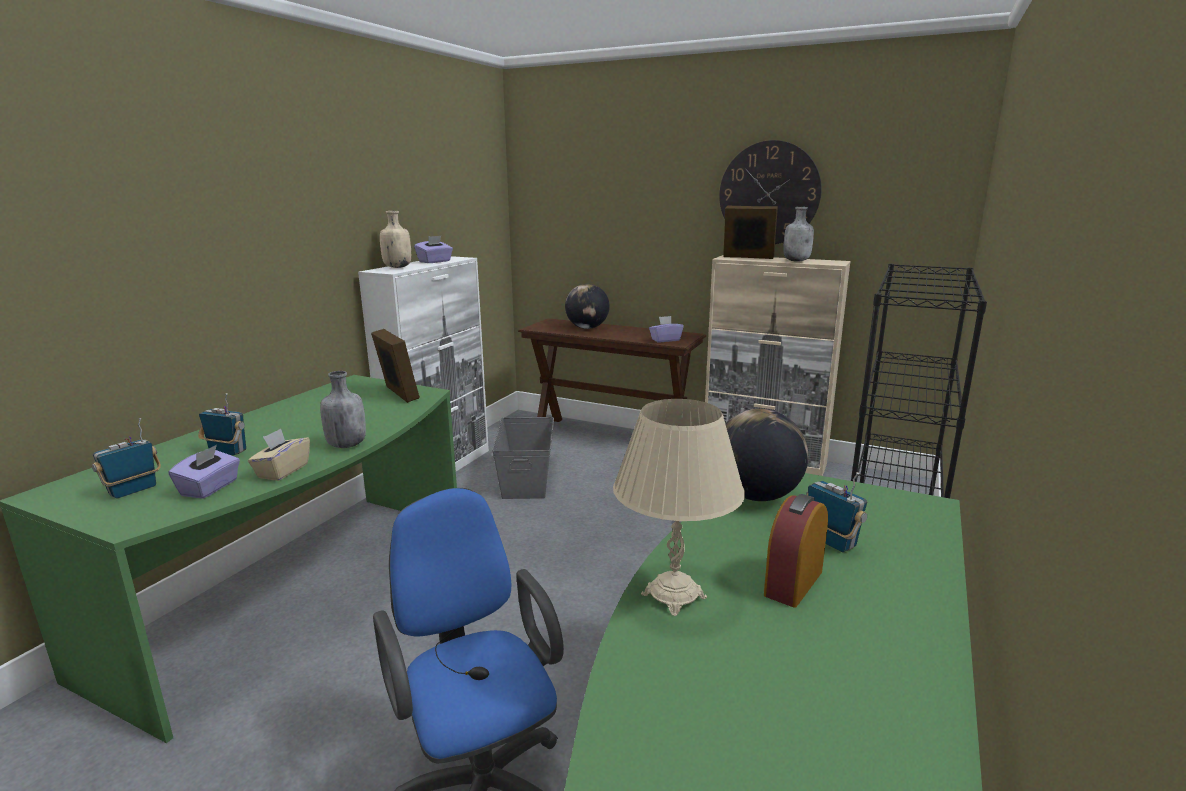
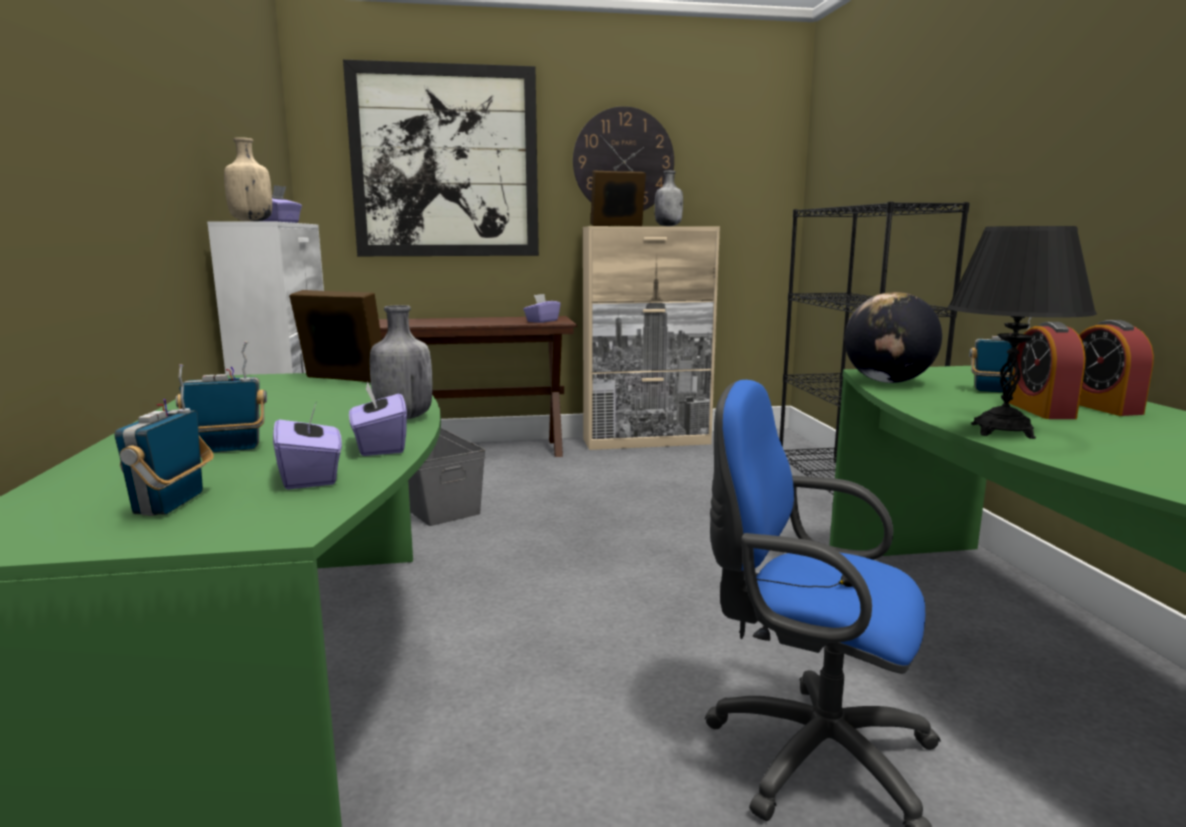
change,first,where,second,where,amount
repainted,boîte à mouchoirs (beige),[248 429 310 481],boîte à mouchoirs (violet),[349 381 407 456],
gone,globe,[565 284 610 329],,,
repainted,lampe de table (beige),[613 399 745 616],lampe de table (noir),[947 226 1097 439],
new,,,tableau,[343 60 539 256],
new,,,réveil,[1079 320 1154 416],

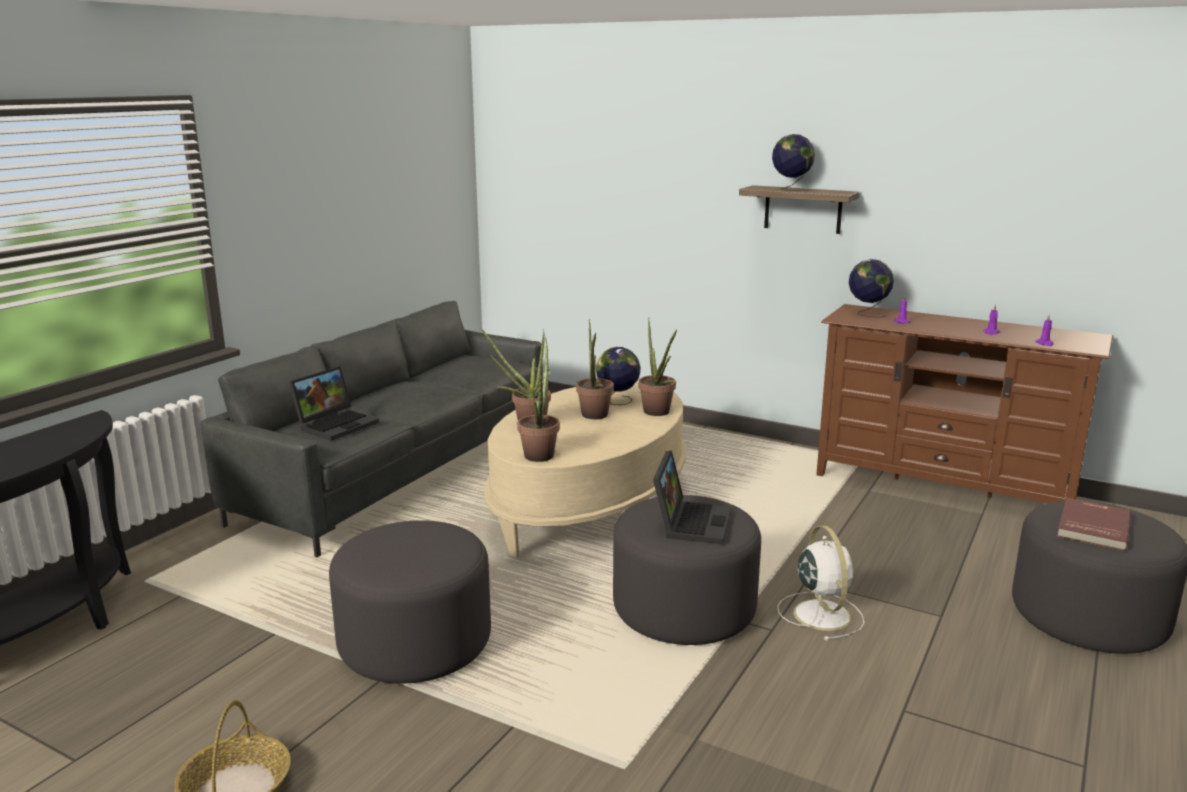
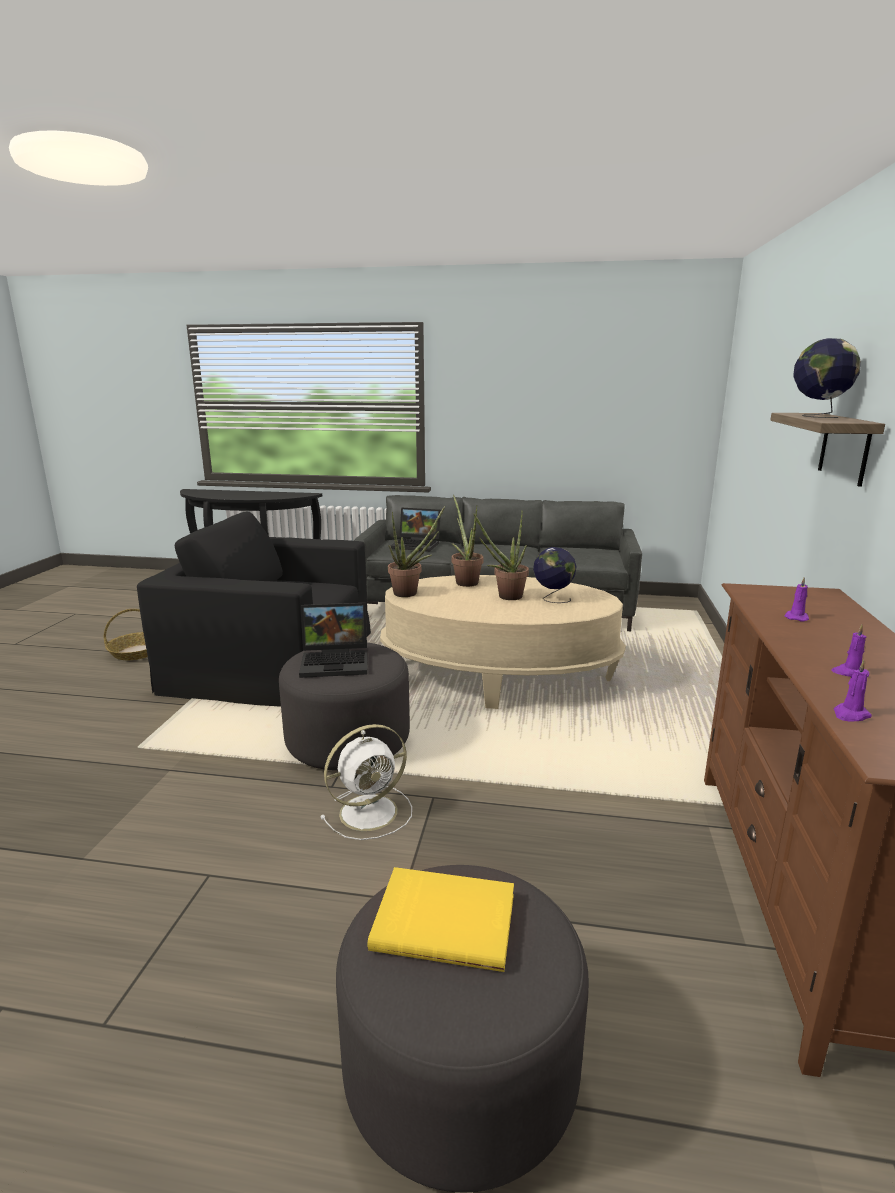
change,first,where,second,where,amount
swapped,pouf (gris),[329 520 491 684],fauteuil (noir),[137 511 371 707],
gone,plante en pot,[639 318 677 416],,,
gone,globe,[849 259 894 318],,,
repainted,livre (rouge),[1057 498 1131 551],livre (jaune),[368 867 514 972],

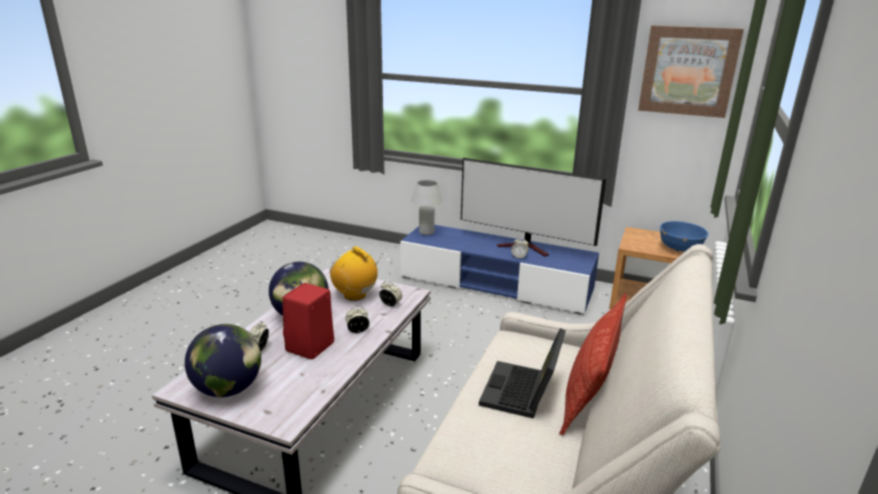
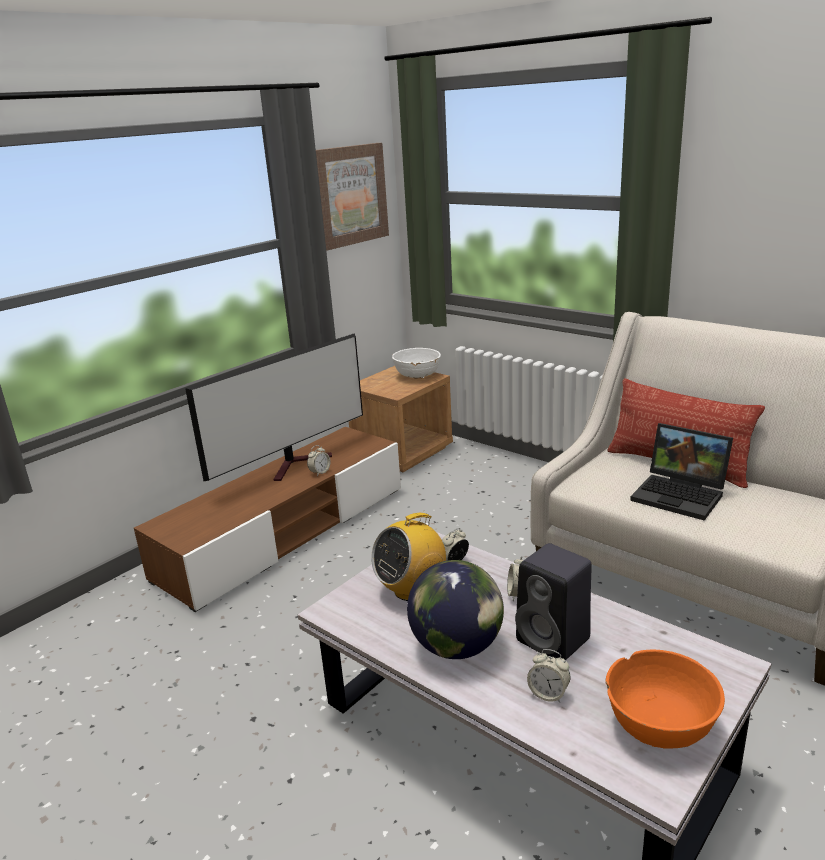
change,first,where,second,where,amount
swapped,globe,[185 324 261 397],bol (orange),[605 650 725 749],
repainted,enceinte (rouge),[282 283 334 359],enceinte (noir),[515 543 592 660],
repainted,meuble télé (bleu),[400 225 599 315],meuble télé (marron),[134 427 401 612],
gone,lampe de table (blanc),[411 180 443 235],,,
repainted,bol (bleu),[660 221 708 252],bol (blanc),[392 348 441 379],

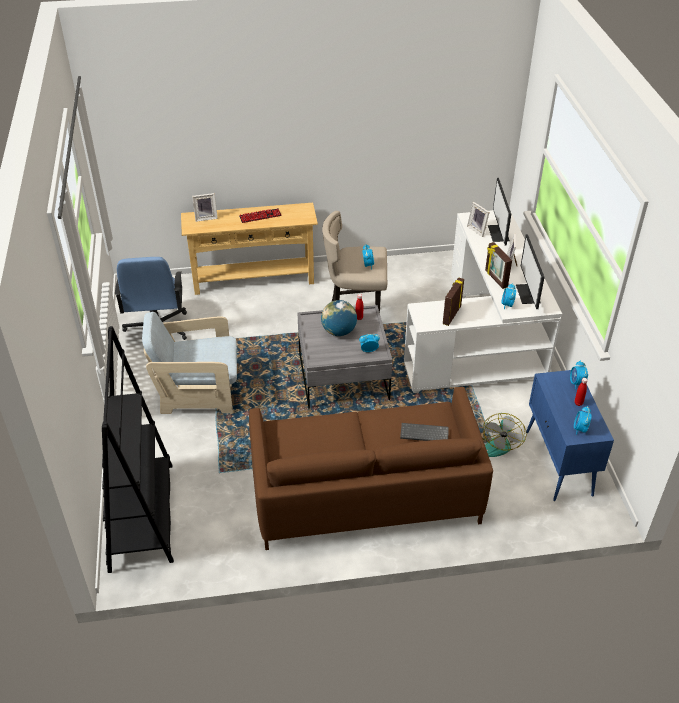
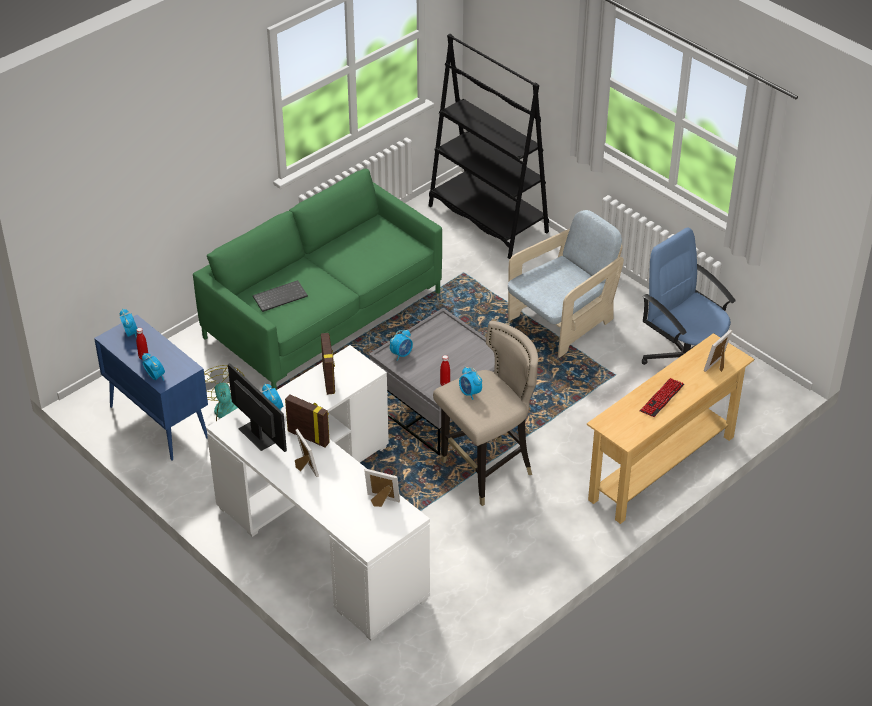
change,first,where,second,where,amount
repainted,canapé (marron),[249 387 493 550],canapé (vert),[193 169 442 390],
gone,globe,[321 300 357 336],,,
gone,écran d'ordinateur,[488 178 511 245],,,

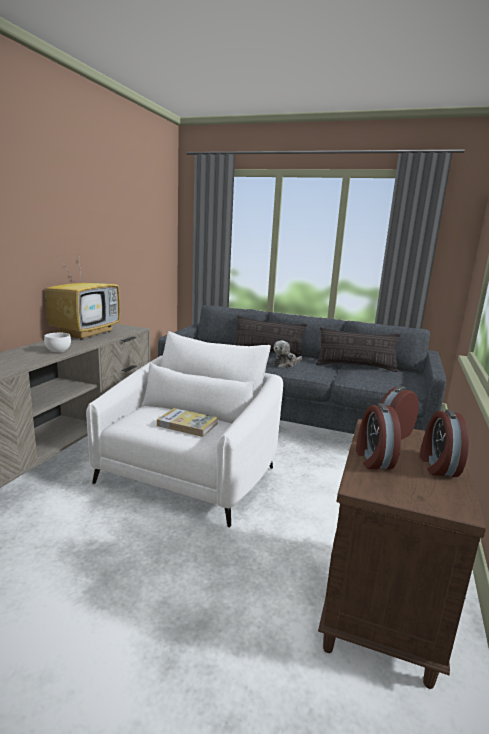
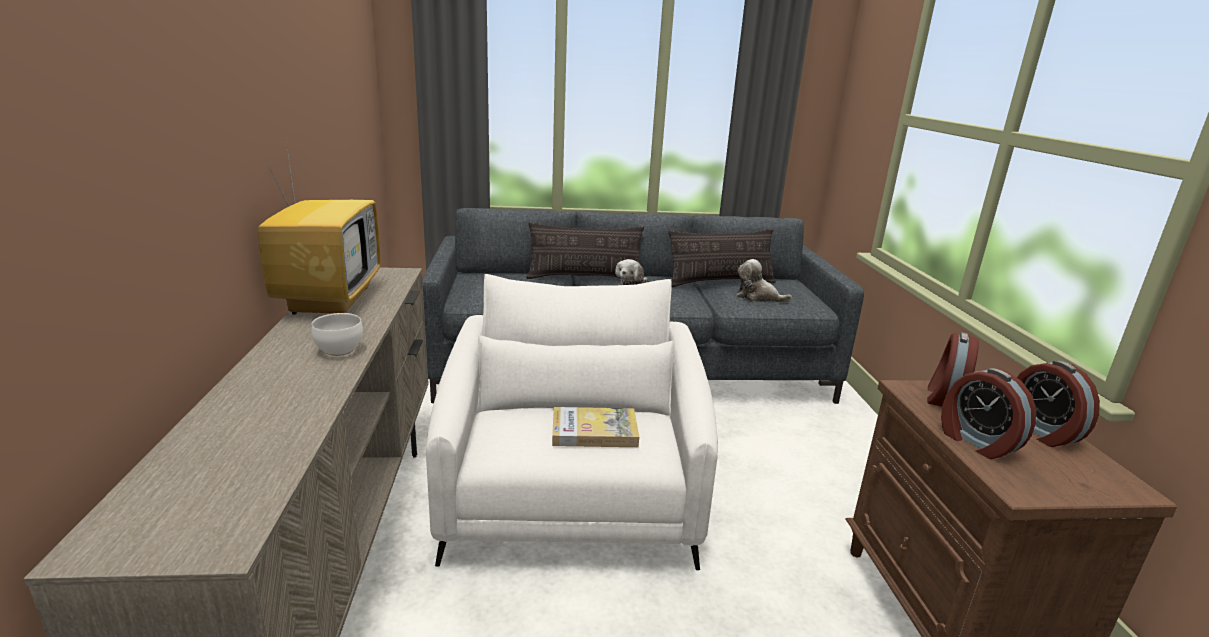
change,first,where,second,where,amount
new,,,peluche,[737 259 792 303],

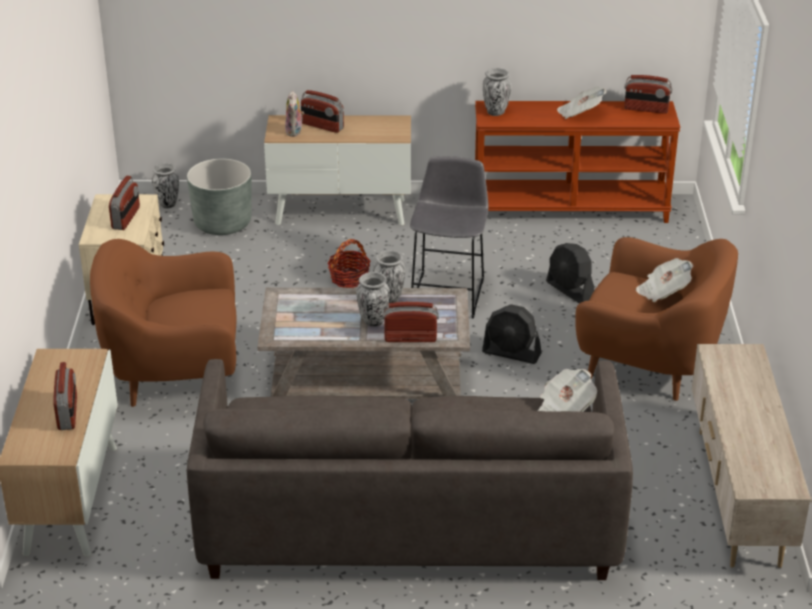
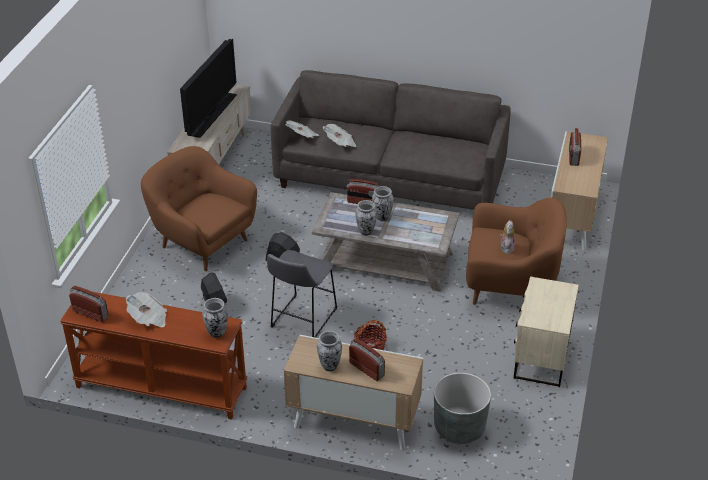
change,first,where,second,where,amount
gone,radio,[109 176 140 230],,,
shifted,vase,[152 163 179 208],,[317 331 342 372],
shifted,peluche,[285 91 304 137],,[500 220 515 254],
shifted,journal,[636 258 694 302],,[323 124 356 147],
new,,,téléviseur,[180 39 237 138],

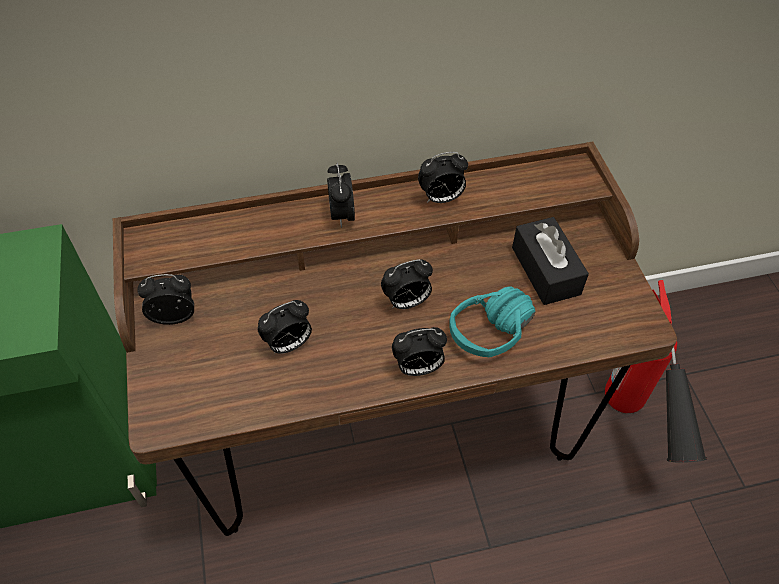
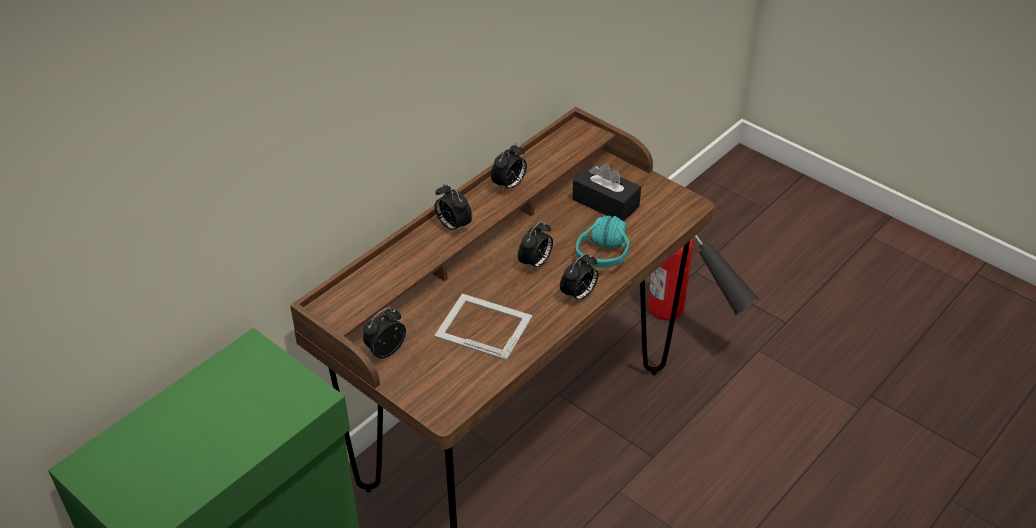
change,first,where,second,where,amount
swapped,réveil,[258 300 312 354],cadre photo,[434 294 533 361],

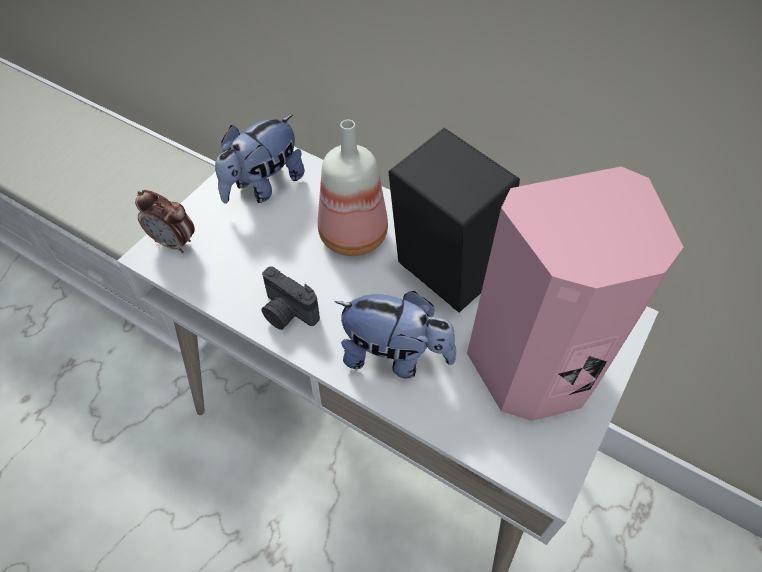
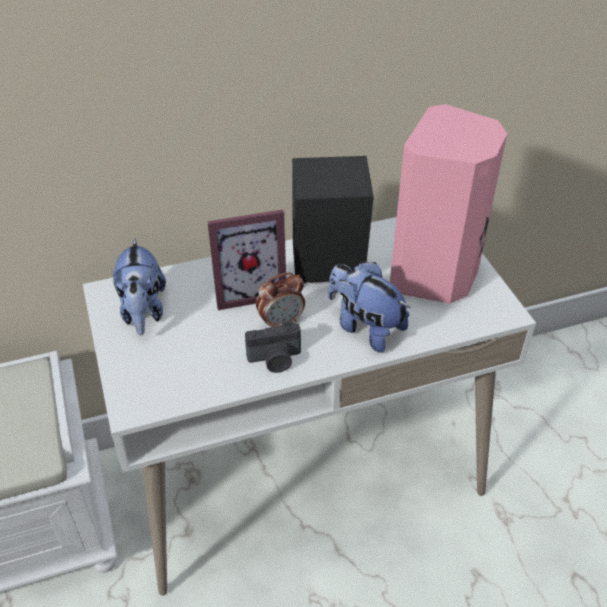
change,first,where,second,where,amount
shifted,réveil,[135 190 195 253],,[256 272 305 327],
swapped,bouteille,[318 120 388 256],cadre photo,[207 210 286 310],
rotated,peluche,[334 291 456 378],,[328 262 410 353],105 degrees counterclockwise

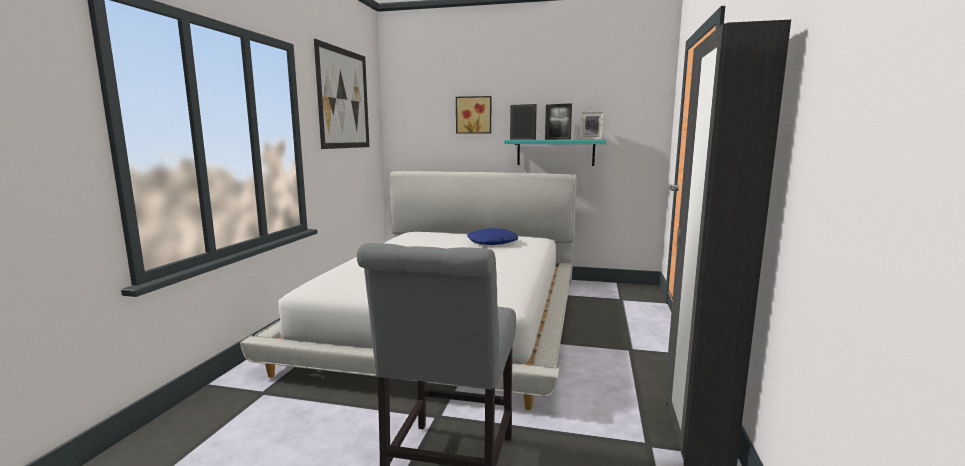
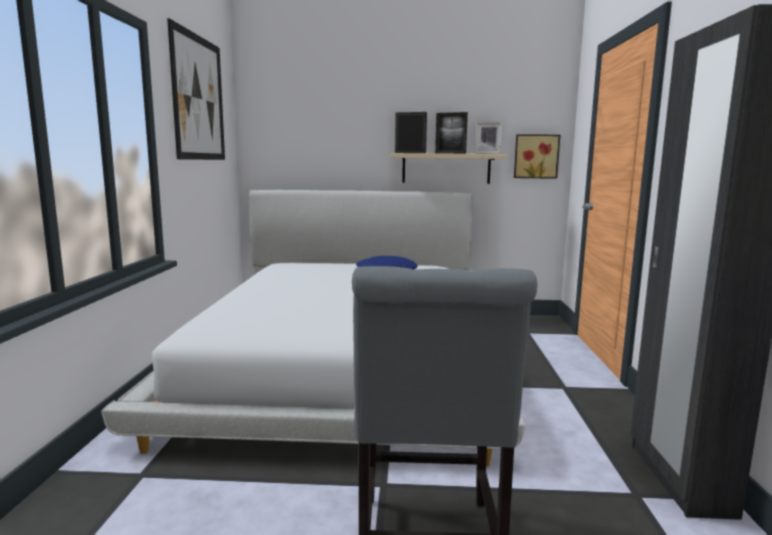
change,first,where,second,where,amount
shifted,tableau,[456 96 491 134],,[514 134 560 179],
repainted,étagère (turquoise),[504 140 606 166],étagère (beige),[391 153 507 184],

